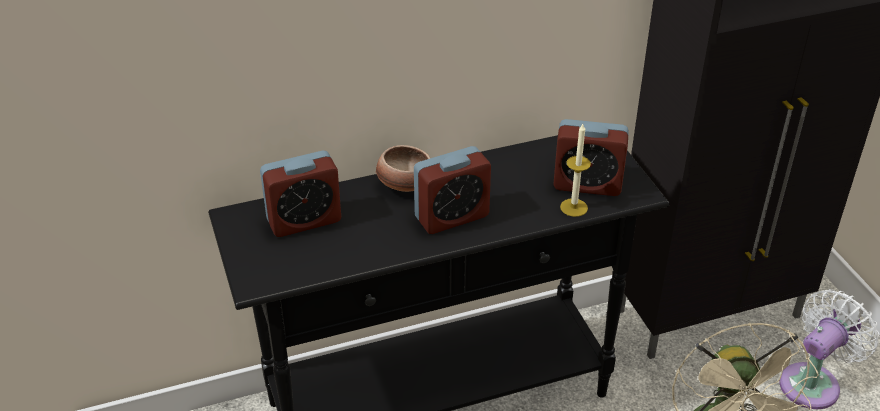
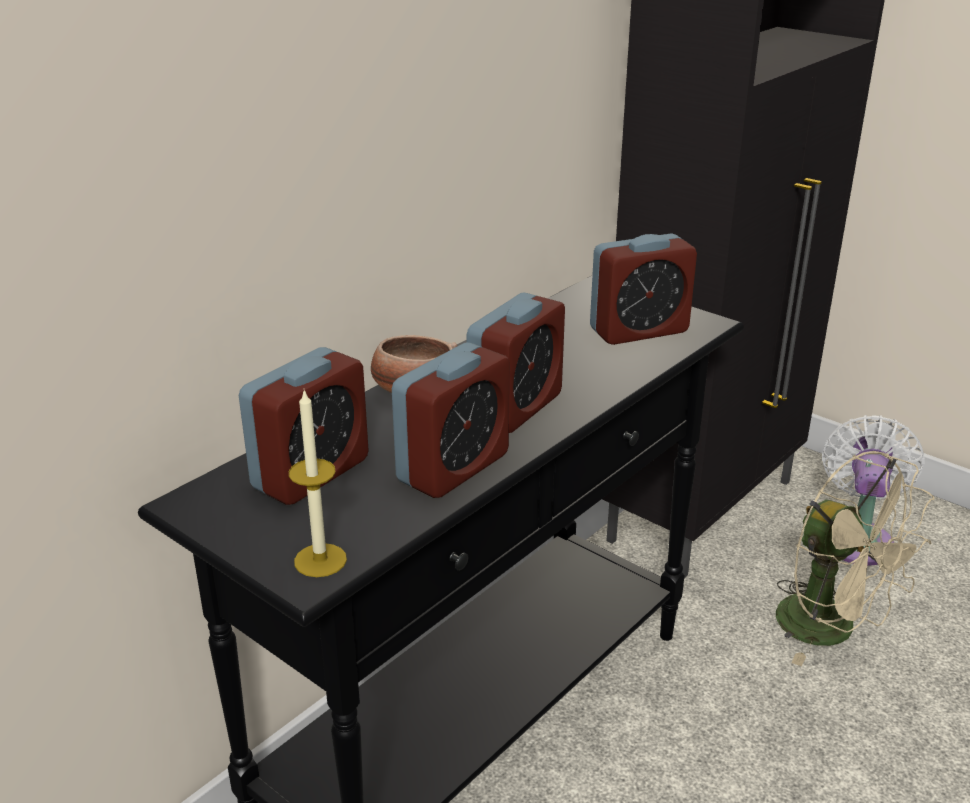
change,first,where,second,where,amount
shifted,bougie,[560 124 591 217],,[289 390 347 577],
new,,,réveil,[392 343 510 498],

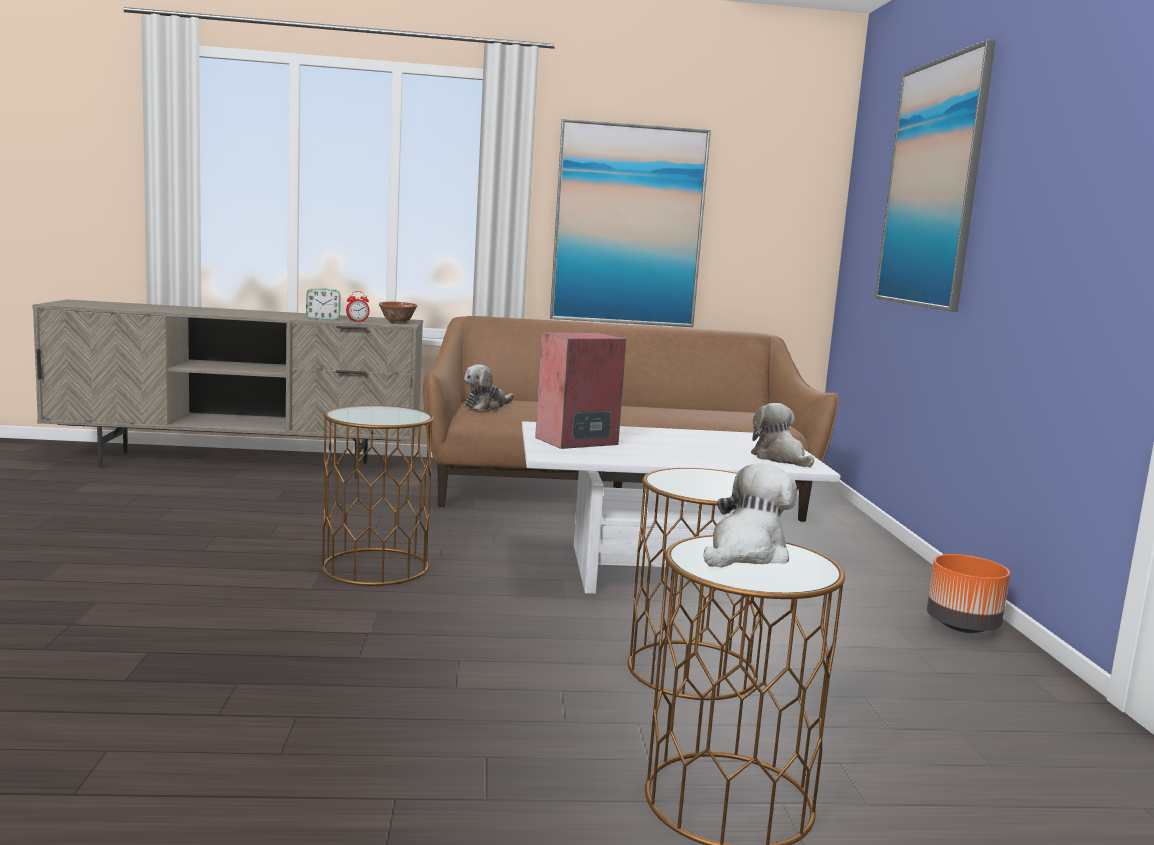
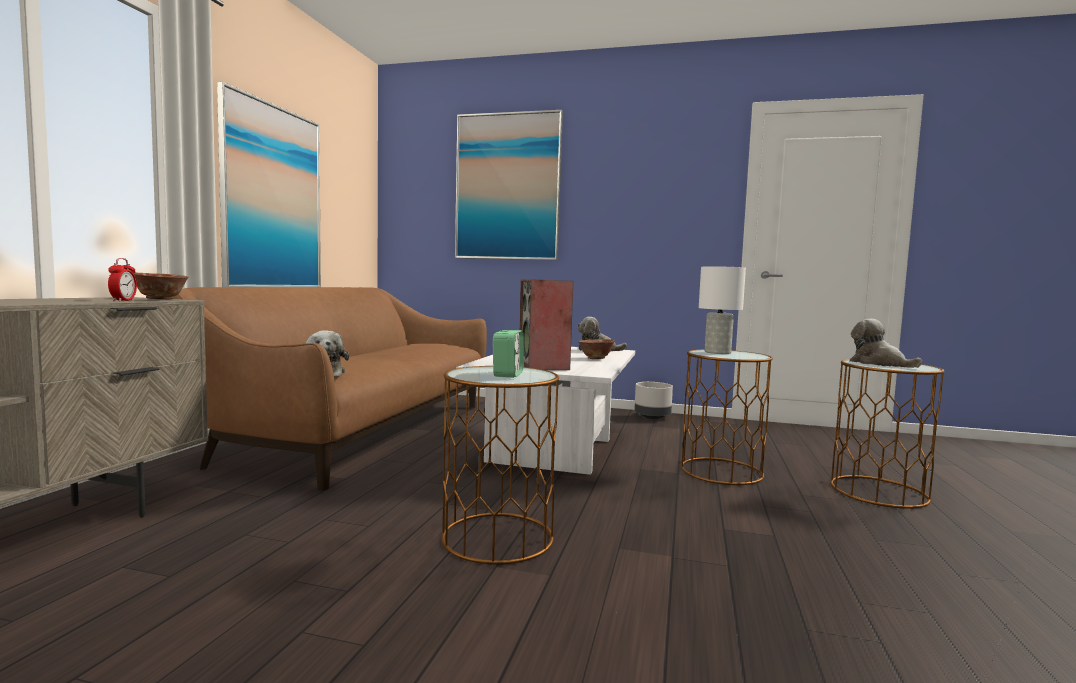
change,first,where,second,where,amount
shifted,réveil,[306 288 340 320],,[493 330 524 378],
repainted,cache-pot (orange),[927 554 1010 633],cache-pot (gris),[634 382 673 419],
new,,,bol,[578 339 614 359],
new,,,lampe de table (blanc),[699 266 746 354],

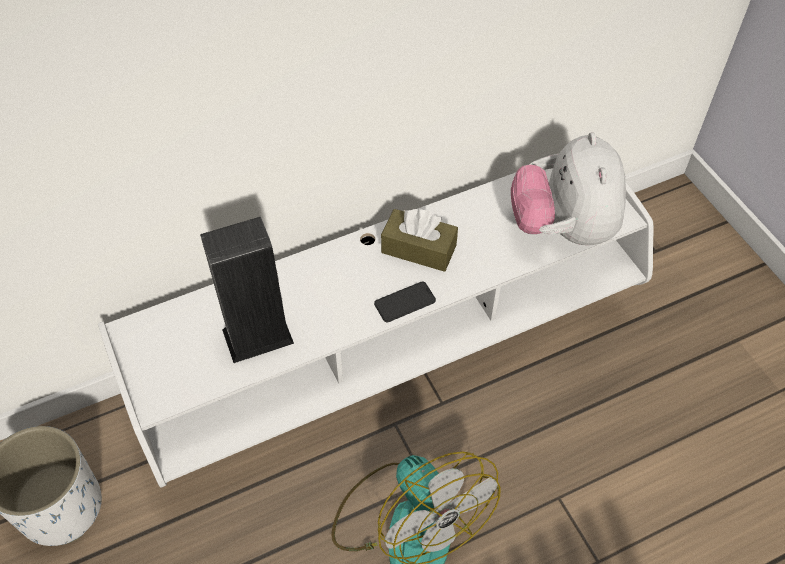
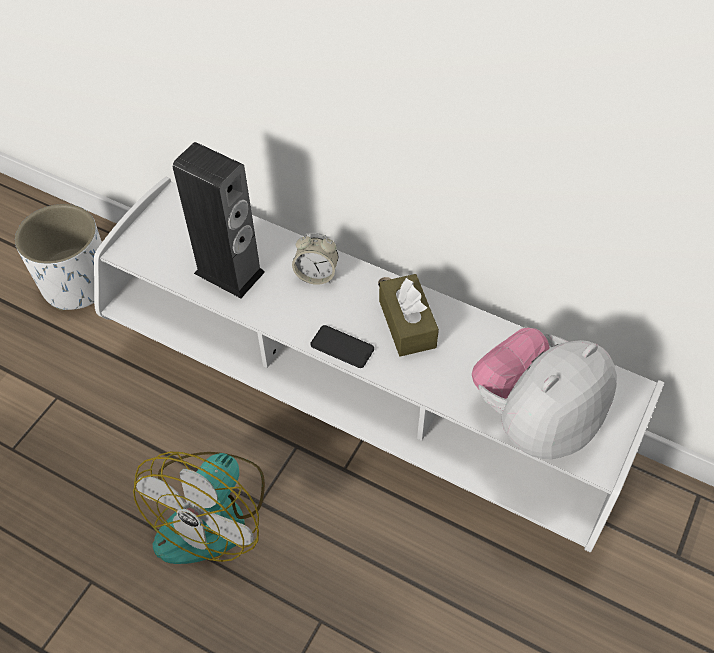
change,first,where,second,where,amount
new,,,réveil,[292 233 338 285],

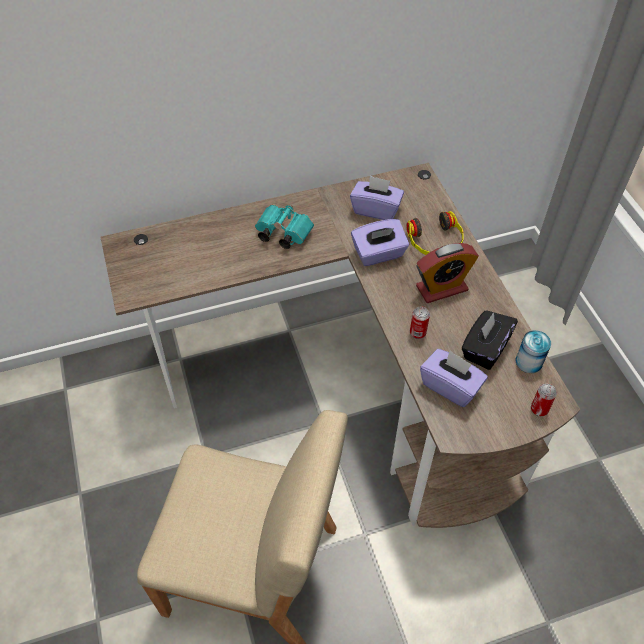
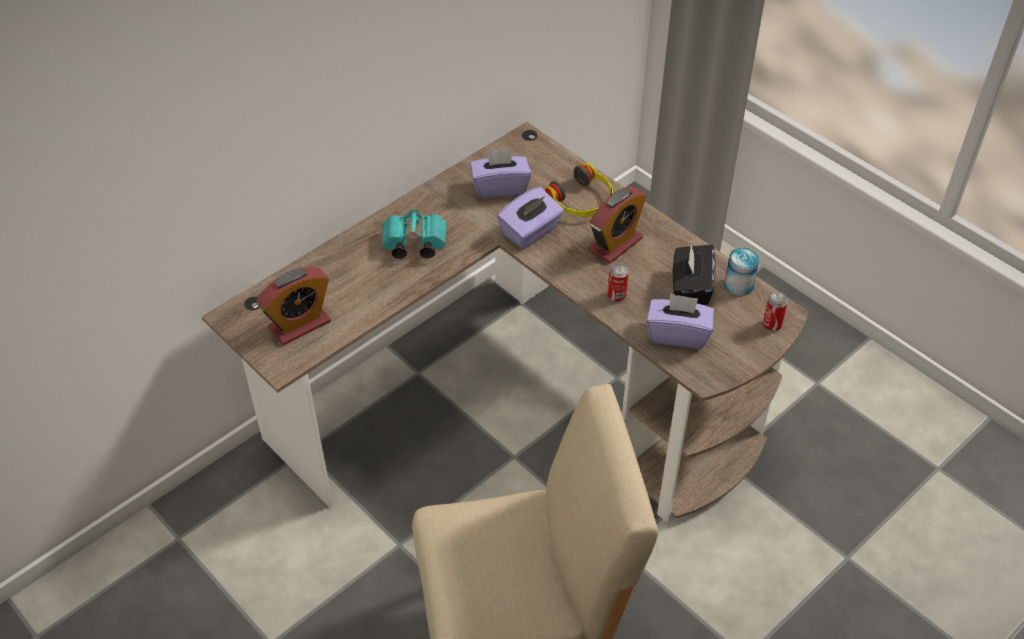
change,first,where,second,where,amount
new,,,réveil,[256 267 331 345],

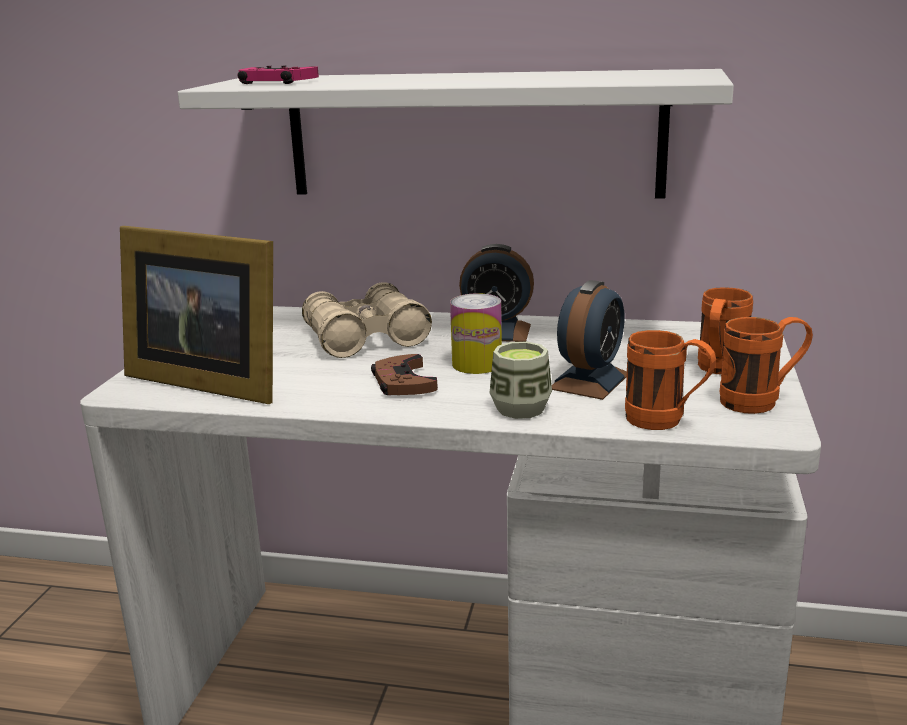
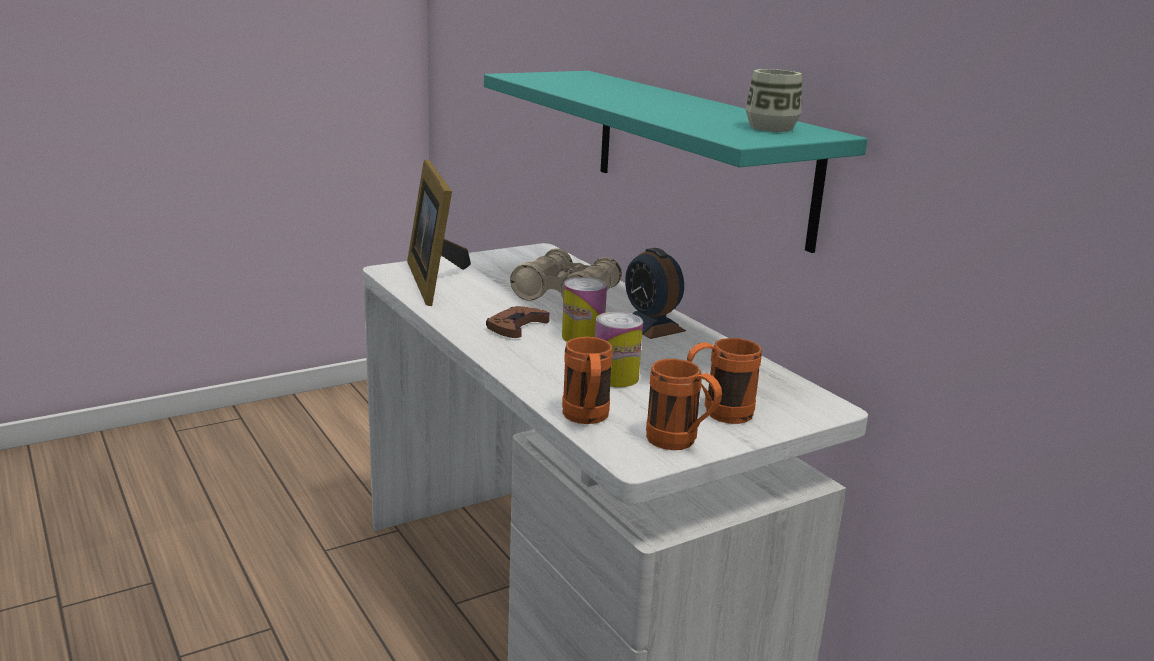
change,first,where,second,where,amount
repainted,étagère (blanc),[178 69 734 199],étagère (turquoise),[484 71 868 253],
gone,manette (rose),[238 66 319 84],,,
shifted,tasse,[490 342 552 419],,[745 69 802 132],
swapped,réveil,[552 280 627 400],boîte métallique,[595 312 643 387],

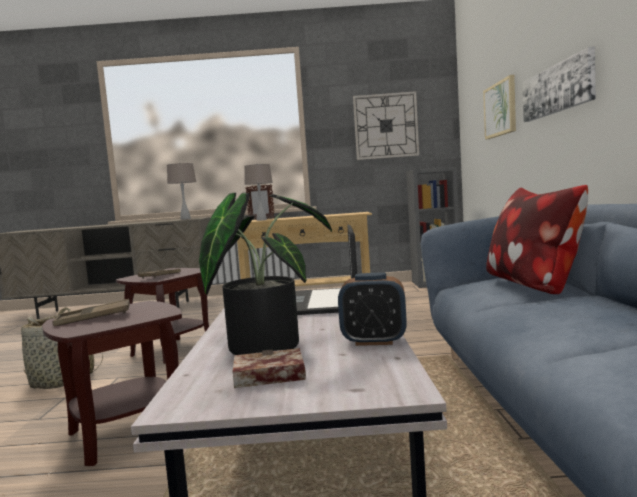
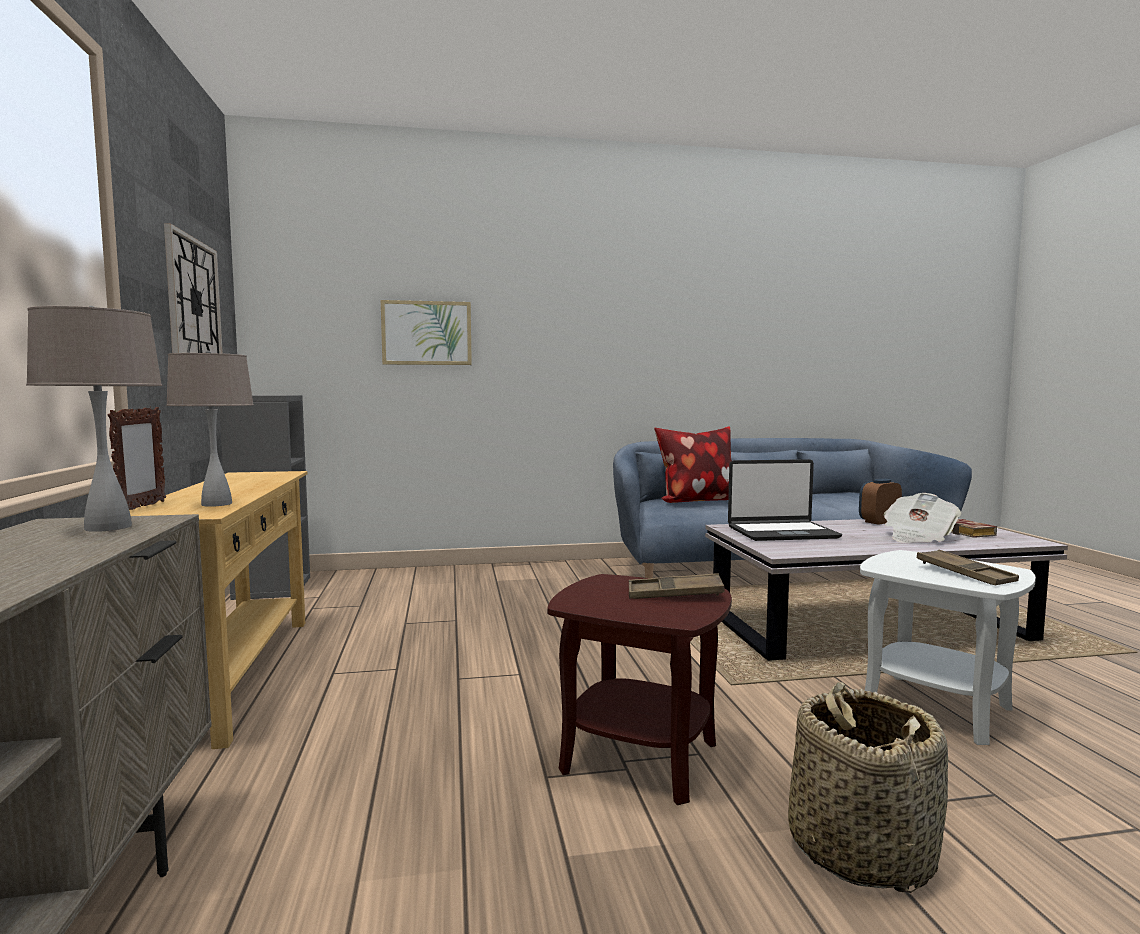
change,first,where,second,where,amount
repainted,table d'appoint (marron),[42 301 182 466],table d'appoint (blanc),[860 550 1036 745],
swapped,plante en pot,[199 192 332 355],journal,[883 493 961 543],
rotated,réveil,[338 273 407 346],,[859 479 902 525],120 degrees counterclockwise
gone,tableau,[523 47 596 122],,,

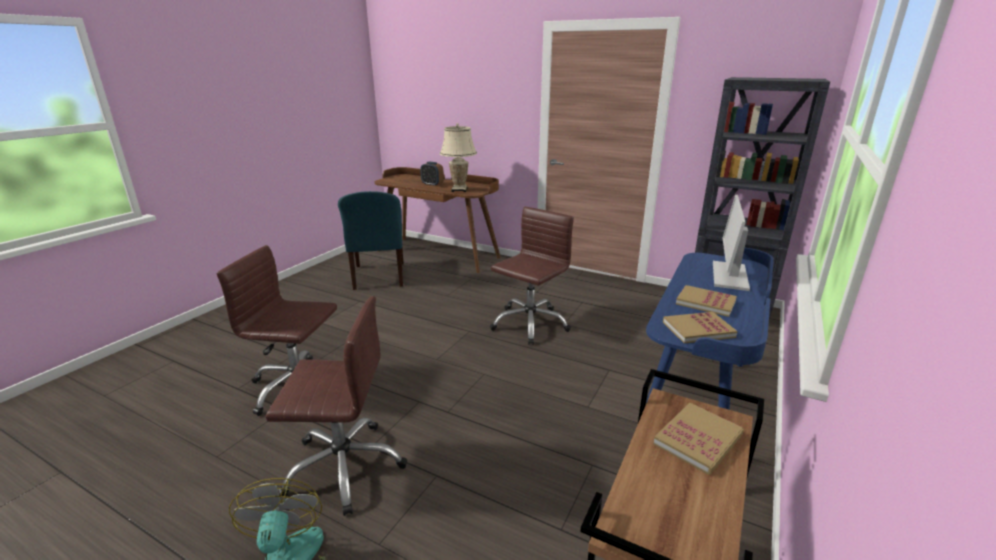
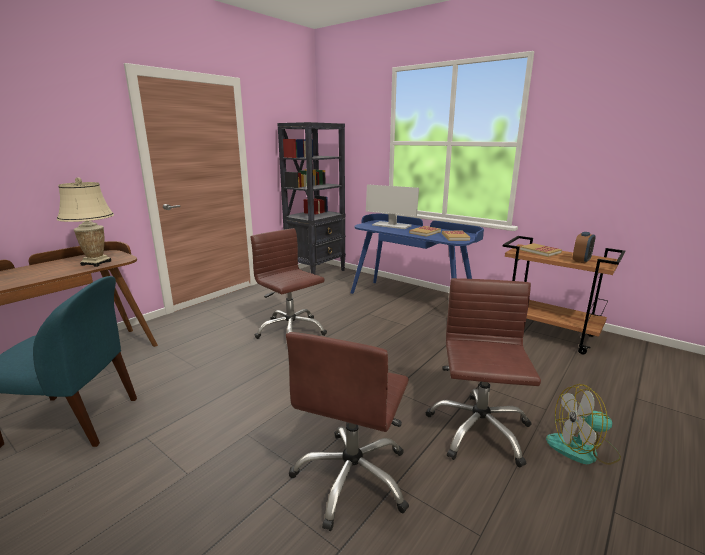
change,first,where,second,where,amount
shifted,réveil,[420 162 444 186],,[572 232 596 263],

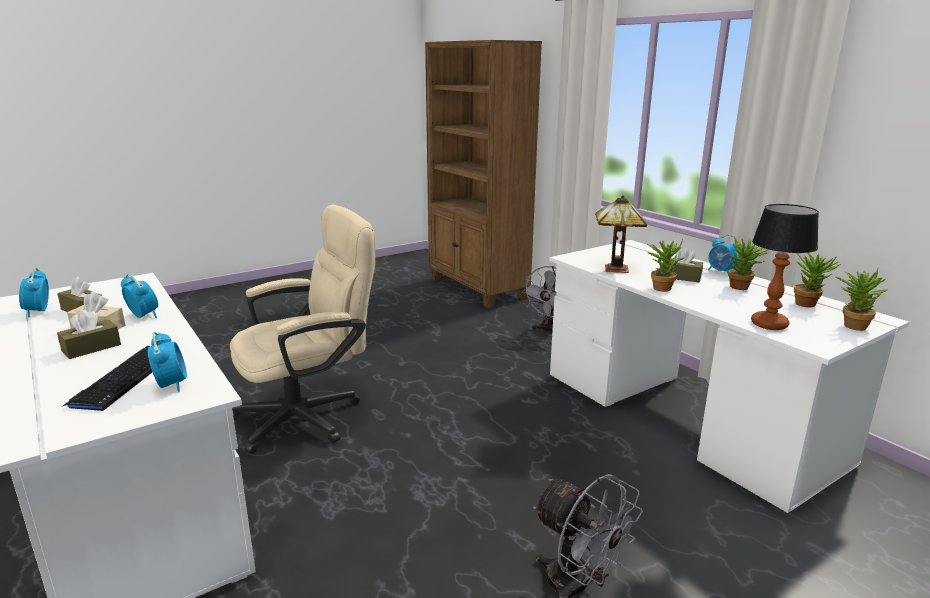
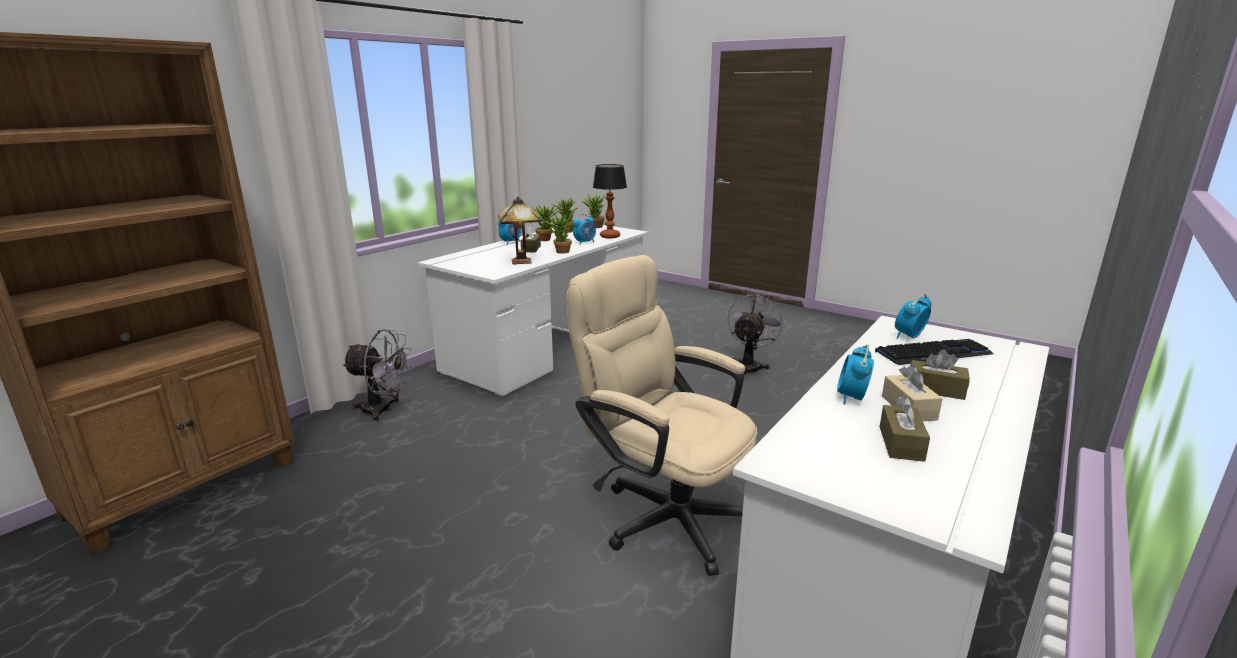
change,first,where,second,where,amount
shifted,réveil,[19 268 49 317],,[573 214 596 245],

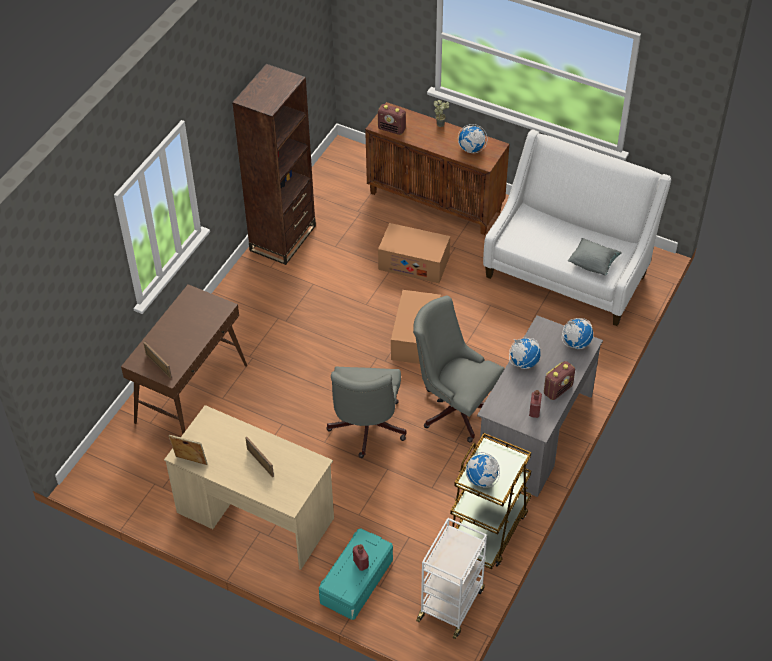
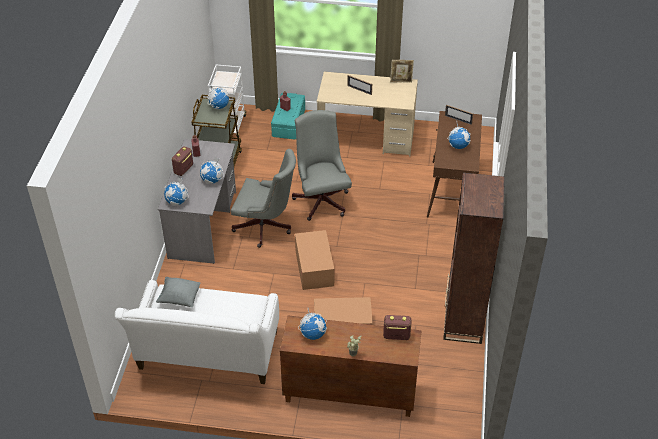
change,first,where,second,where,amount
new,,,globe,[447 124 471 149],

